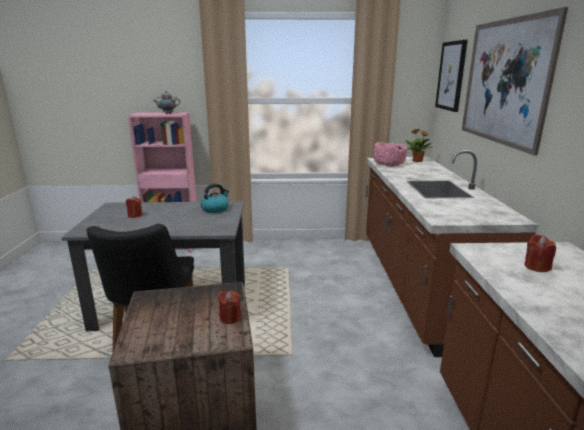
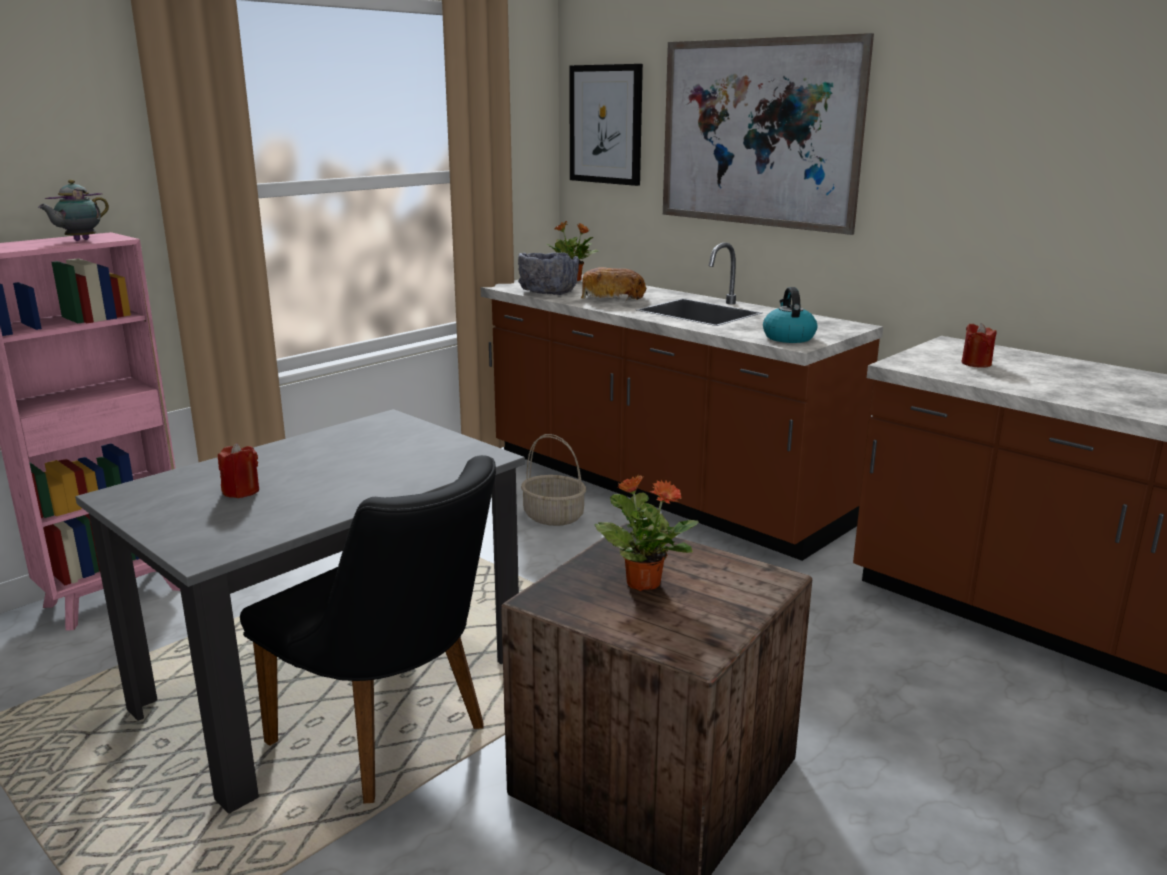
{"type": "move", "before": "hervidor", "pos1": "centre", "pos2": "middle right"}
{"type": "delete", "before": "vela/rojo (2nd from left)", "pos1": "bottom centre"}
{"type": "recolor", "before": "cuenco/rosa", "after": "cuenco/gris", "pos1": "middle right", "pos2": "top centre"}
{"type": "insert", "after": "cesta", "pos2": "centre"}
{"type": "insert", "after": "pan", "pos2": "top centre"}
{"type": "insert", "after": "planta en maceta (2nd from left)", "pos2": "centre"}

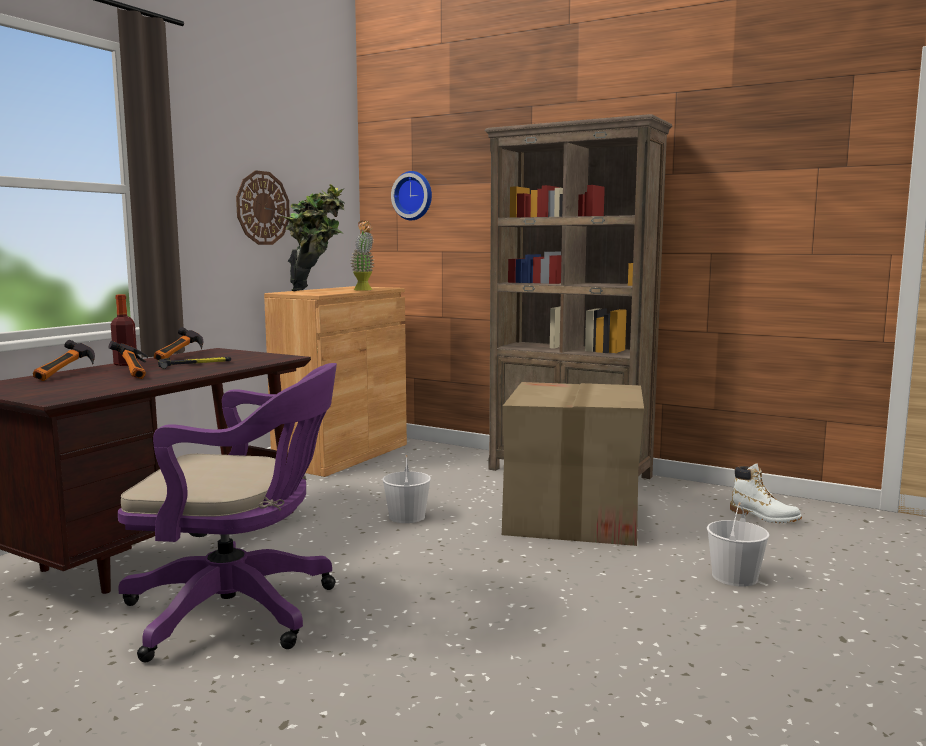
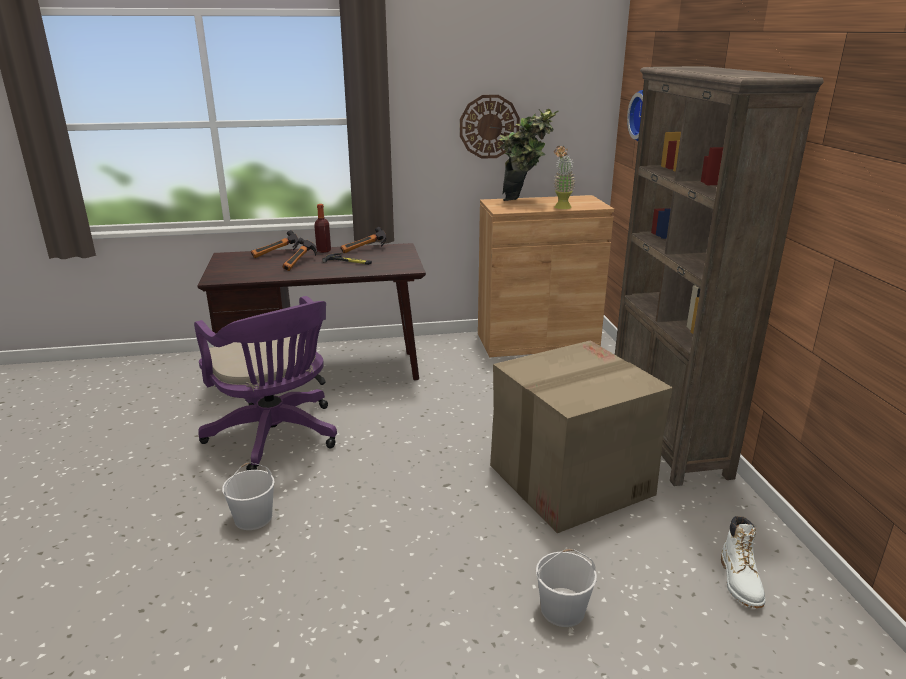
{"type": "move", "before": "cubo/blanco (1st from left)", "pos1": "centre", "pos2": "bottom left"}

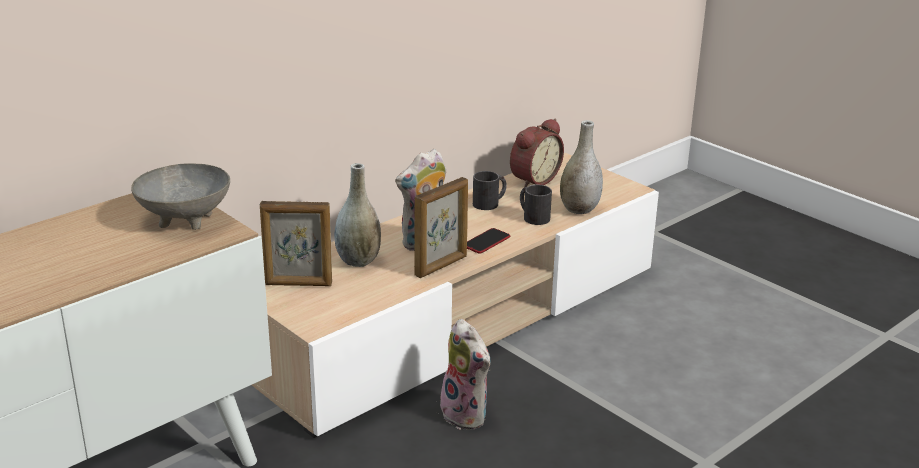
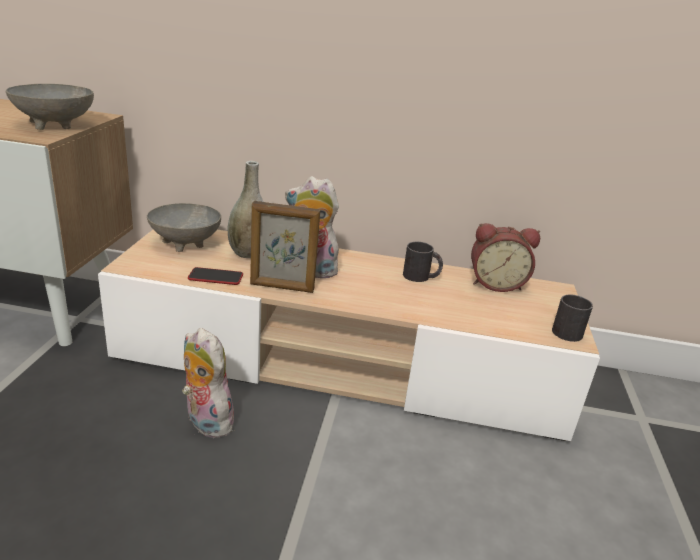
{"type": "replace", "before": "portarretratos (1st from left)", "after": "cuenco/gris (2nd from left)", "pos1": "middle left", "pos2": "middle left"}
{"type": "rotate", "before": "peluche (2nd from left in the first image)", "pos1": "bottom centre", "pos2": "bottom left", "turn": 120}
{"type": "move", "before": "móvil", "pos1": "centre", "pos2": "middle left"}
{"type": "move", "before": "taza grande/negro (2nd from left)", "pos1": "centre", "pos2": "middle right"}
{"type": "delete", "before": "florero/gris (2nd from left)", "pos1": "centre"}

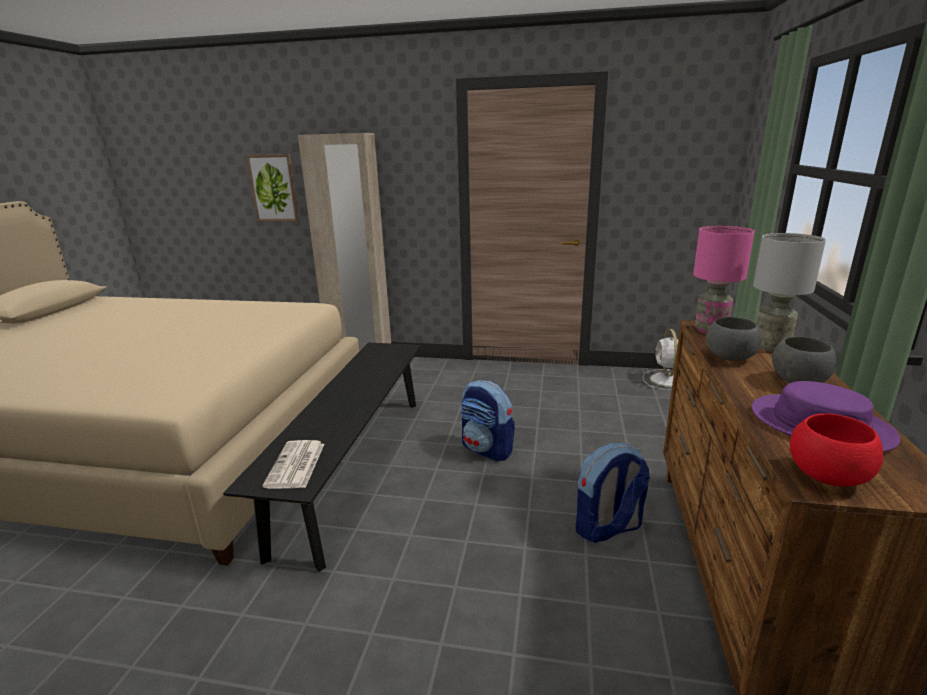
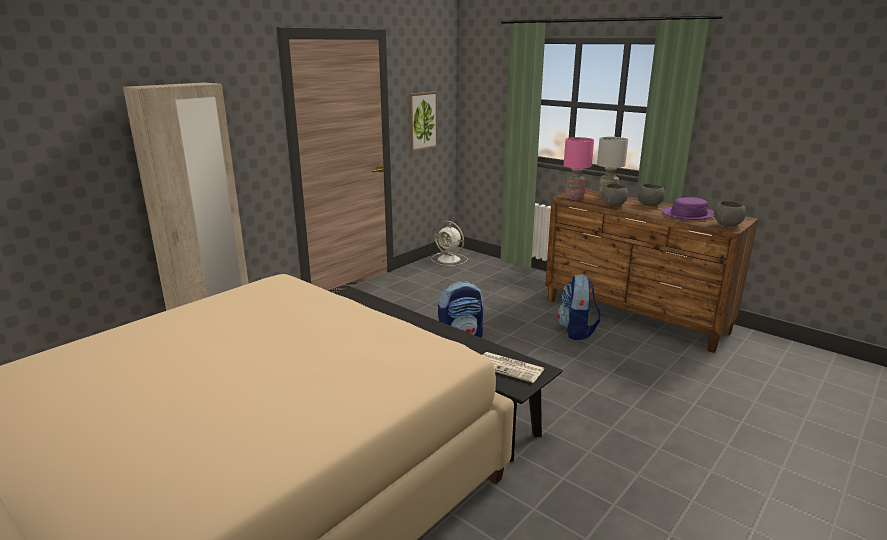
{"type": "move", "before": "cuadro", "pos1": "top left", "pos2": "top centre"}
{"type": "recolor", "before": "cuenco/rojo", "after": "cuenco/gris (3rd from left)", "pos1": "middle right", "pos2": "middle right"}

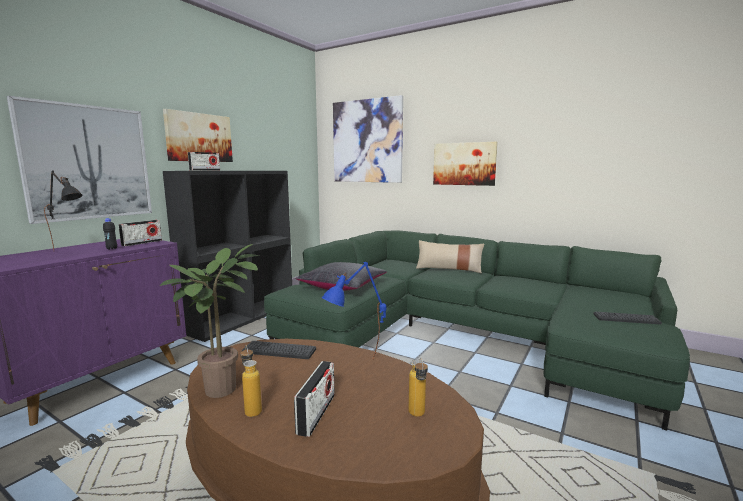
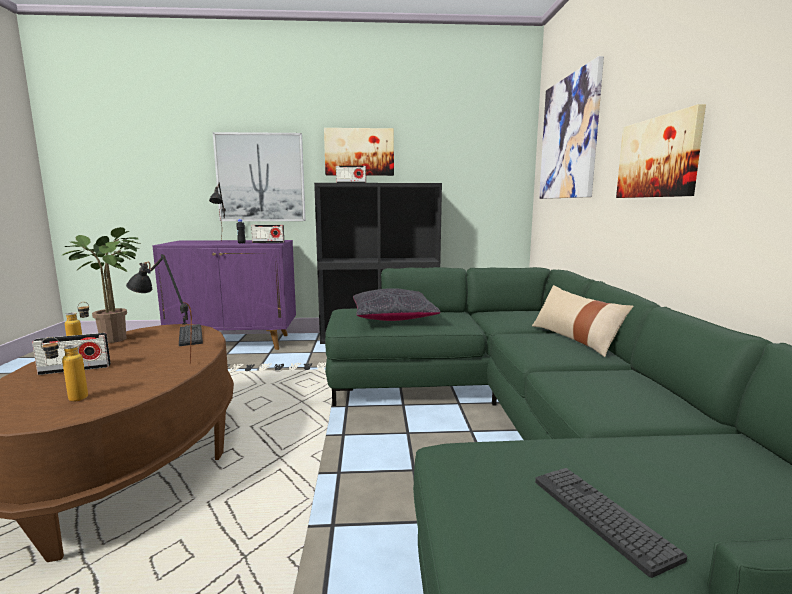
{"type": "recolor", "before": "lámpara de mesa/azul", "after": "lámpara de mesa/negro (1st from left)", "pos1": "centre", "pos2": "middle left"}

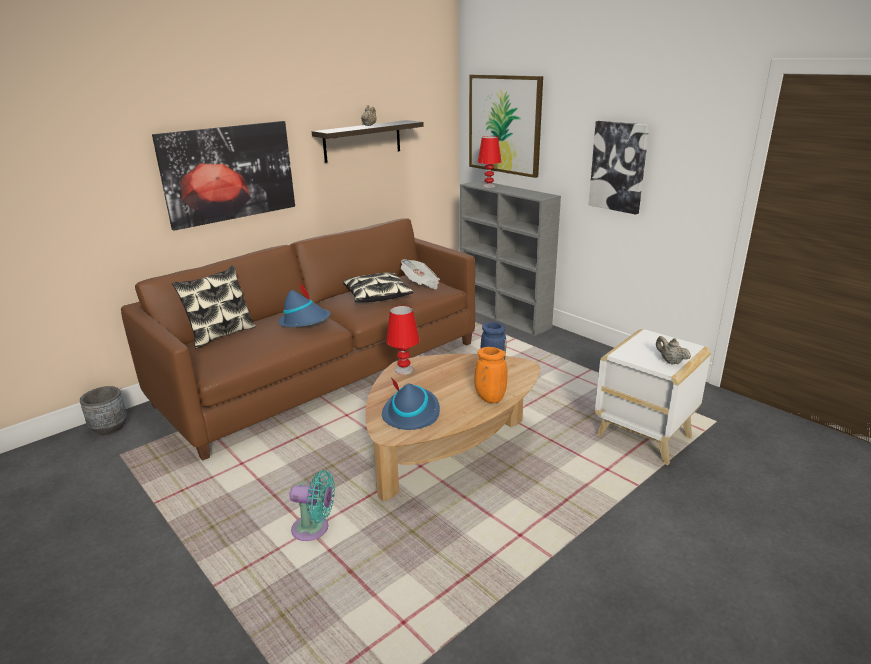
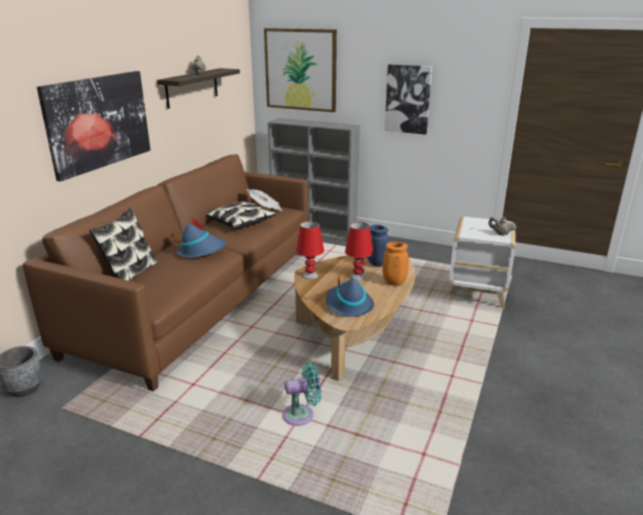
{"type": "move", "before": "lámpara de mesa/rojo (2nd from left)", "pos1": "top centre", "pos2": "centre"}

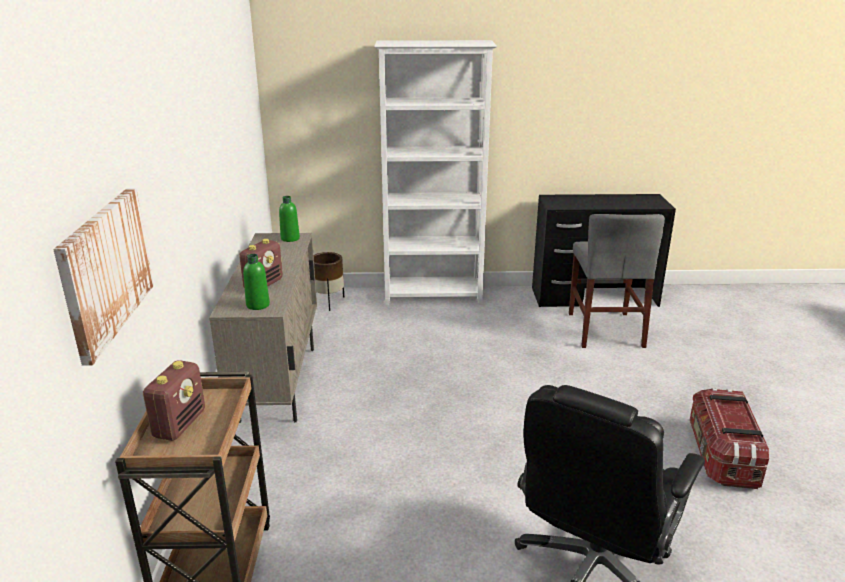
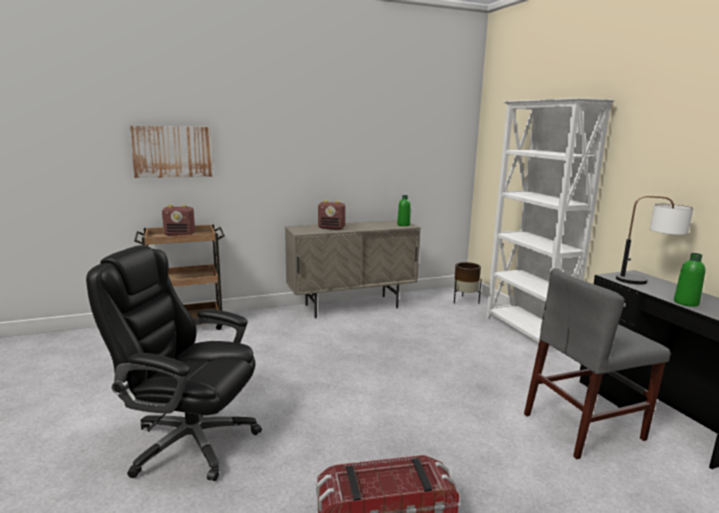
{"type": "move", "before": "botella/verde (1st from left in the first image)", "after": "botella/verde (2nd from left)", "pos1": "middle left", "pos2": "middle right"}
{"type": "insert", "after": "lámpara de mesa", "pos2": "middle right"}

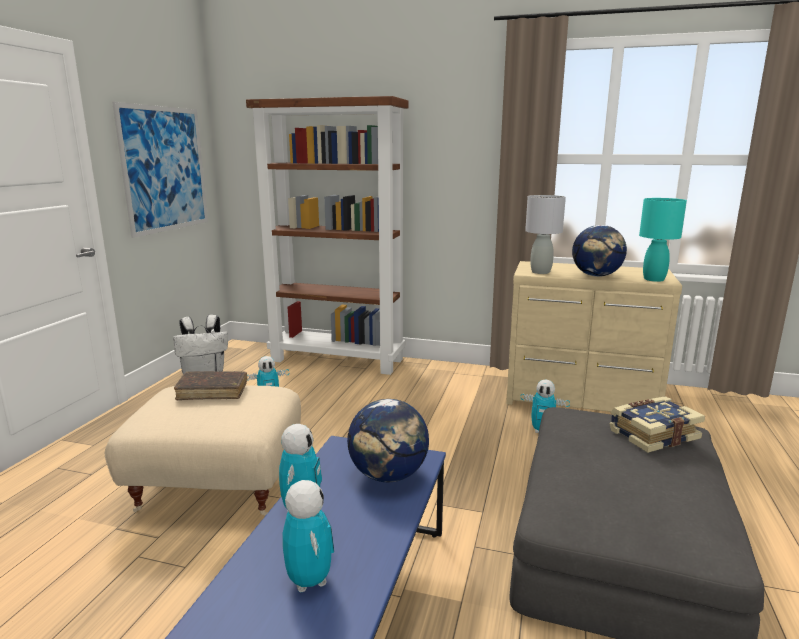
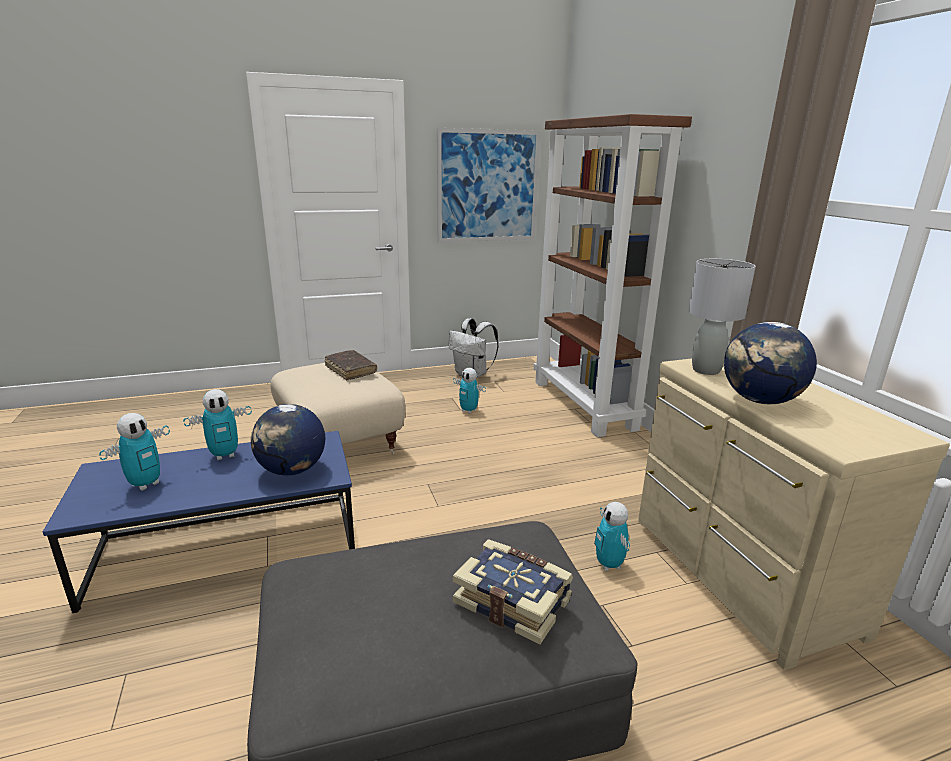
{"type": "delete", "before": "lámpara de mesa/turquesa", "pos1": "middle right"}

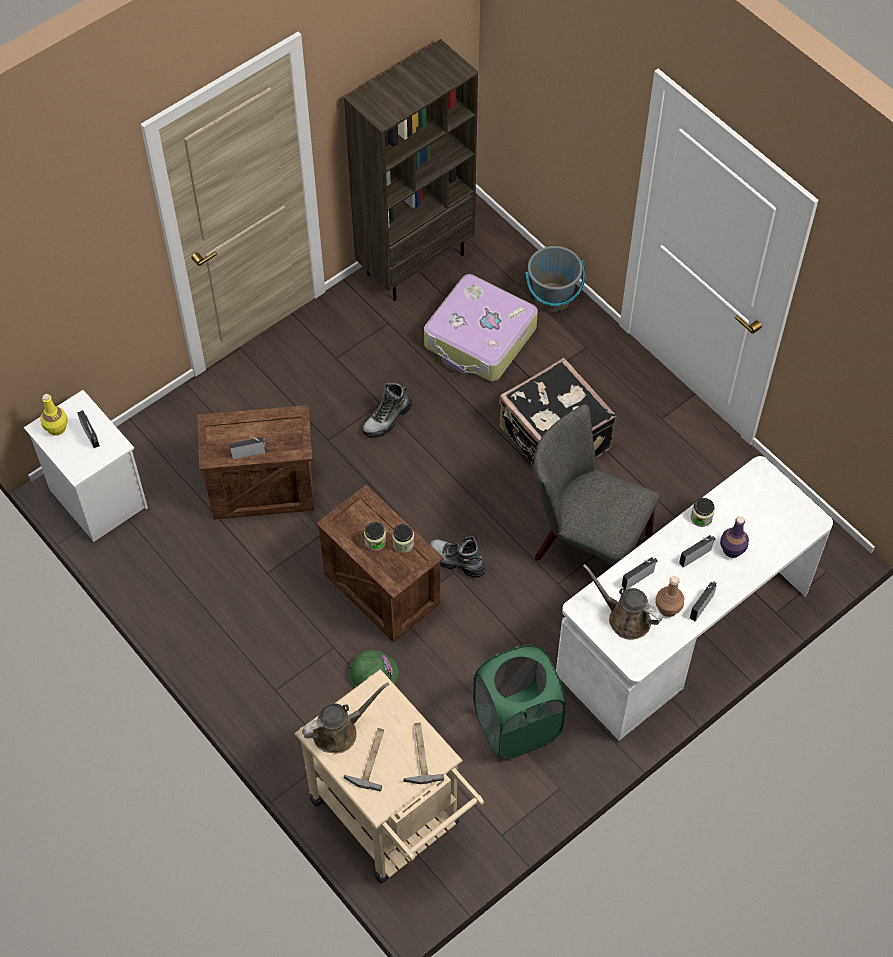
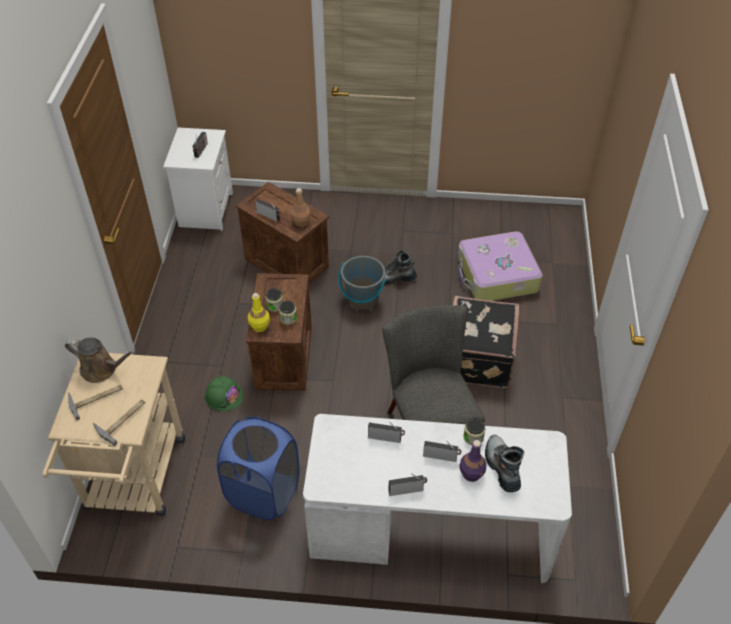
{"type": "move", "before": "botella/amarillo", "pos1": "middle left", "pos2": "centre"}
{"type": "delete", "before": "estantería/marrón", "pos1": "top centre"}
{"type": "move", "before": "bota (2nd from left)", "pos1": "centre", "pos2": "bottom right"}
{"type": "recolor", "before": "cesto de la ropa/verde", "after": "cesto de la ropa/azul", "pos1": "bottom centre", "pos2": "bottom centre"}
{"type": "move", "before": "cubo/gris", "pos1": "top centre", "pos2": "centre"}
{"type": "delete", "before": "regadera/marrón (2nd from left)", "pos1": "middle right"}
{"type": "move", "before": "botella/marrón", "pos1": "middle right", "pos2": "top centre"}

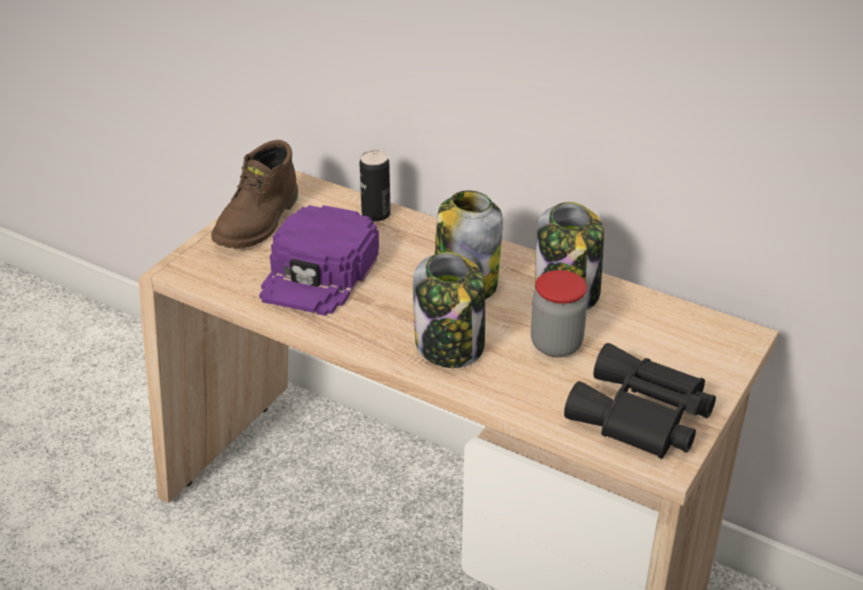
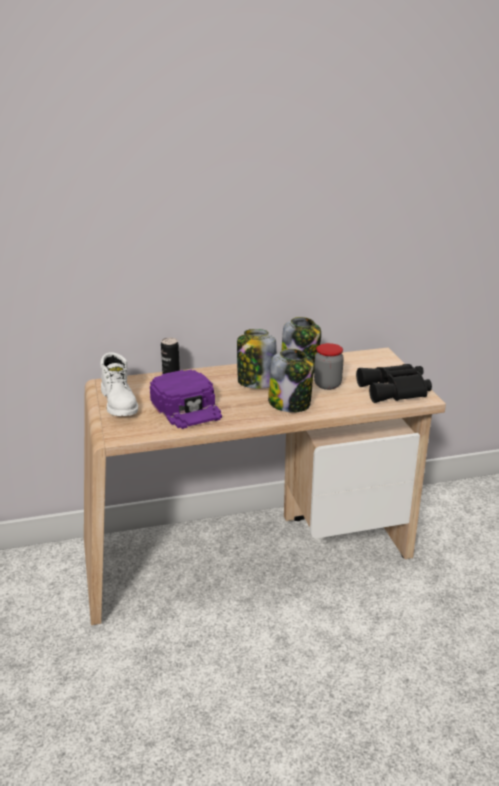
{"type": "recolor", "before": "bota/marrón", "after": "bota/blanco", "pos1": "top left", "pos2": "middle left"}

